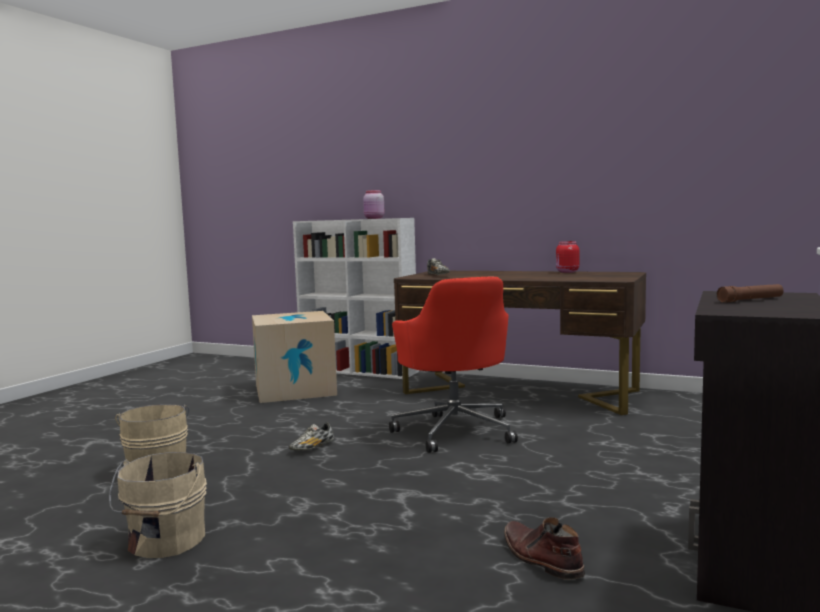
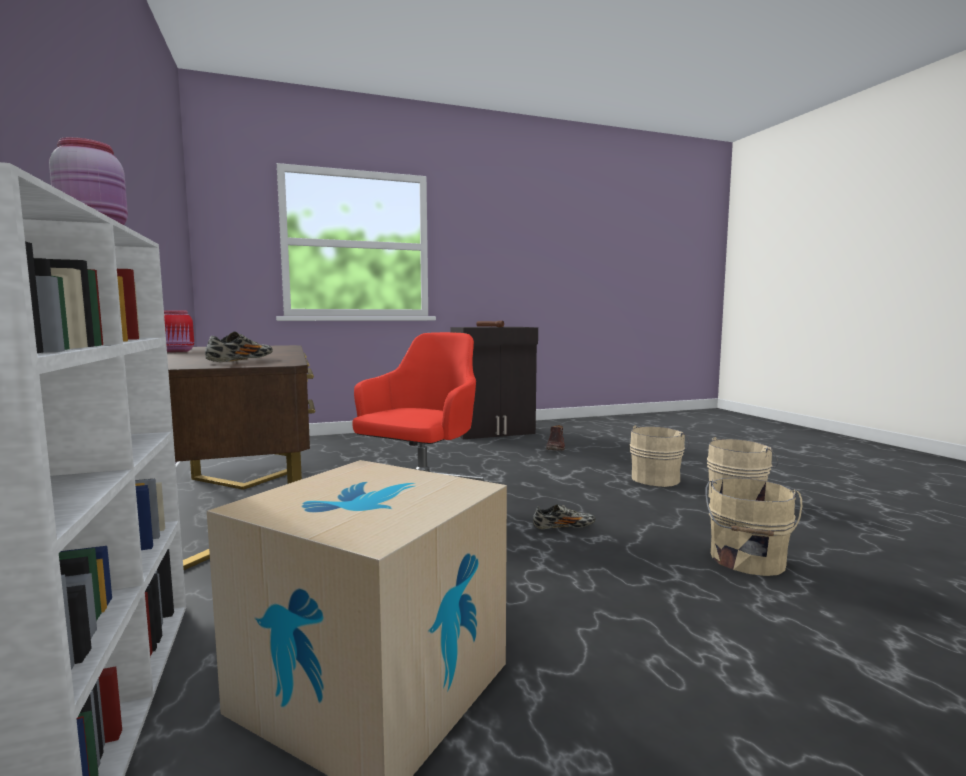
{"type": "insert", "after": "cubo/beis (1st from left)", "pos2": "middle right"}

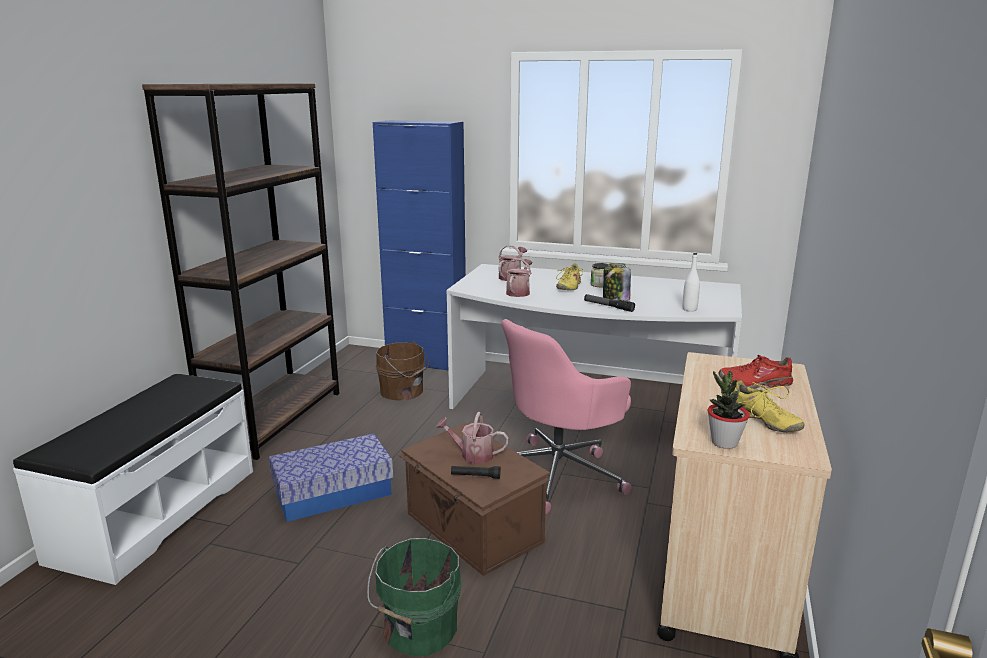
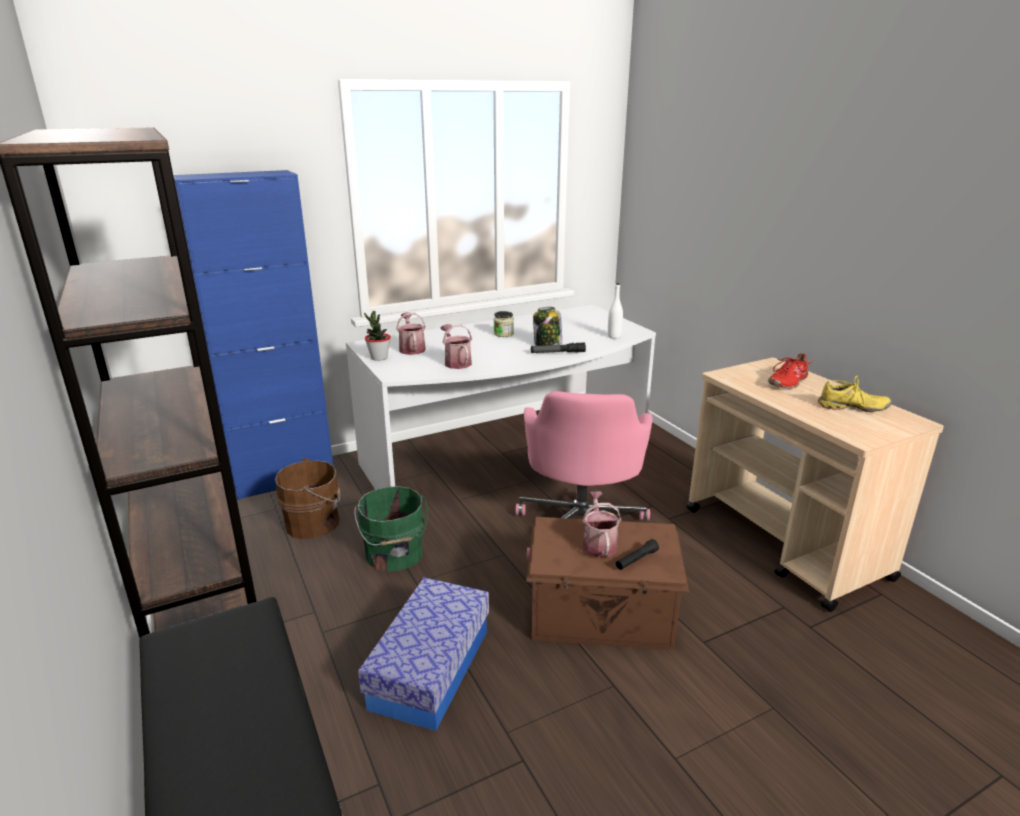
{"type": "move", "before": "cubo/verde", "pos1": "bottom centre", "pos2": "centre"}
{"type": "rotate", "before": "regadera (1st from left in the first image)", "pos1": "centre", "pos2": "centre", "turn": 120}
{"type": "delete", "before": "zapato/amarillo (1st from left)", "pos1": "centre"}
{"type": "move", "before": "planta en maceta", "pos1": "middle right", "pos2": "centre"}

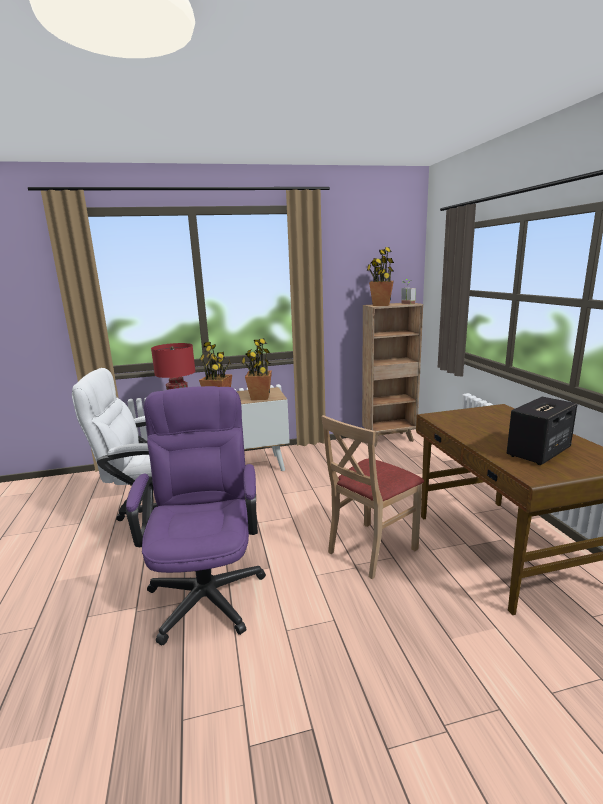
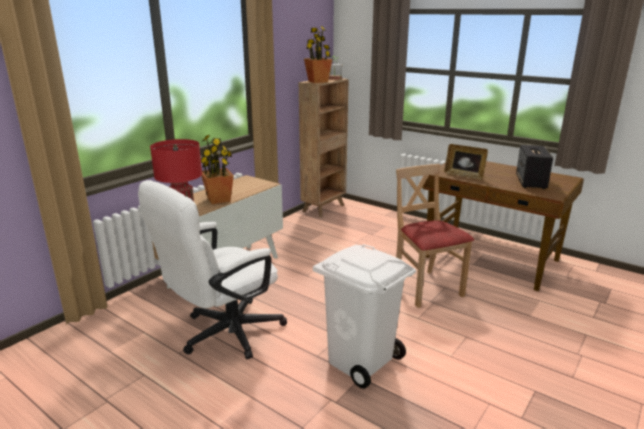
{"type": "replace", "before": "silla de oficina/morado", "after": "papelera/blanco", "pos1": "middle left", "pos2": "bottom centre"}
{"type": "delete", "before": "planta en maceta (2nd from left)", "pos1": "centre"}
{"type": "rotate", "before": "silla/beis", "pos1": "centre", "pos2": "middle right", "turn": 150}
{"type": "insert", "after": "portarretratos", "pos2": "middle right"}

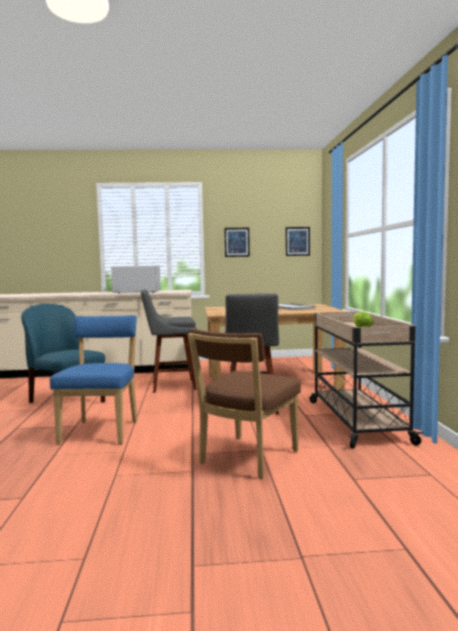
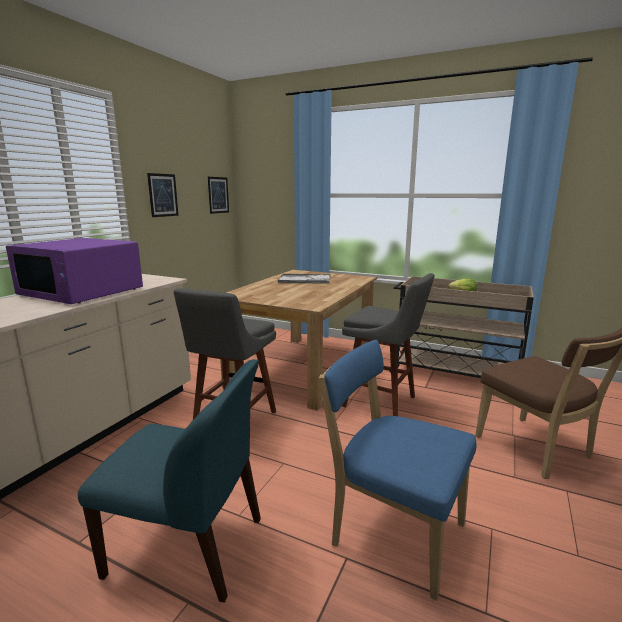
{"type": "rotate", "before": "silla/azul (1st from left)", "pos1": "middle left", "pos2": "bottom left", "turn": -150}
{"type": "recolor", "before": "microondas/blanco", "after": "microondas/morado", "pos1": "middle left", "pos2": "middle left"}

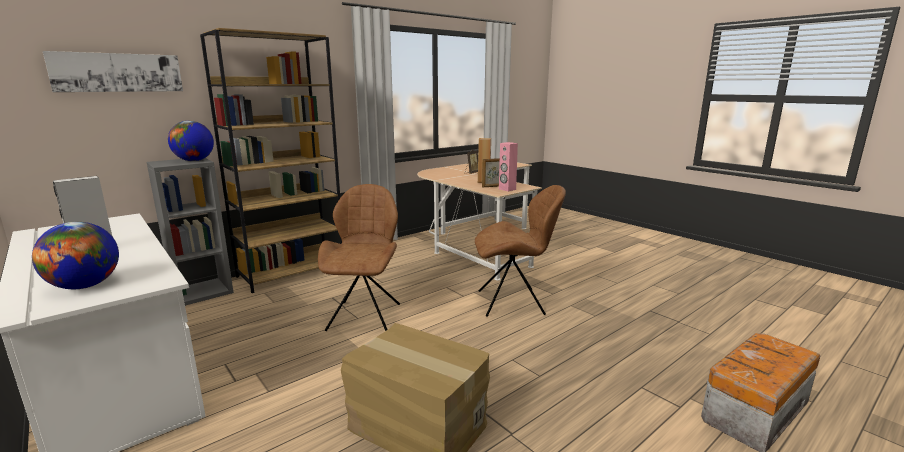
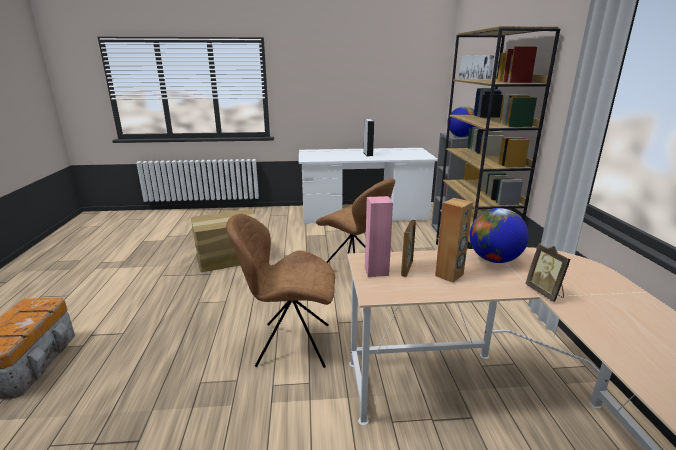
{"type": "move", "before": "globo terráqueo (1st from left in the first image)", "after": "globo terráqueo (2nd from left)", "pos1": "middle left", "pos2": "middle right"}
{"type": "rotate", "before": "silla/marrón (2nd from left in the first image)", "pos1": "centre", "pos2": "centre", "turn": 60}

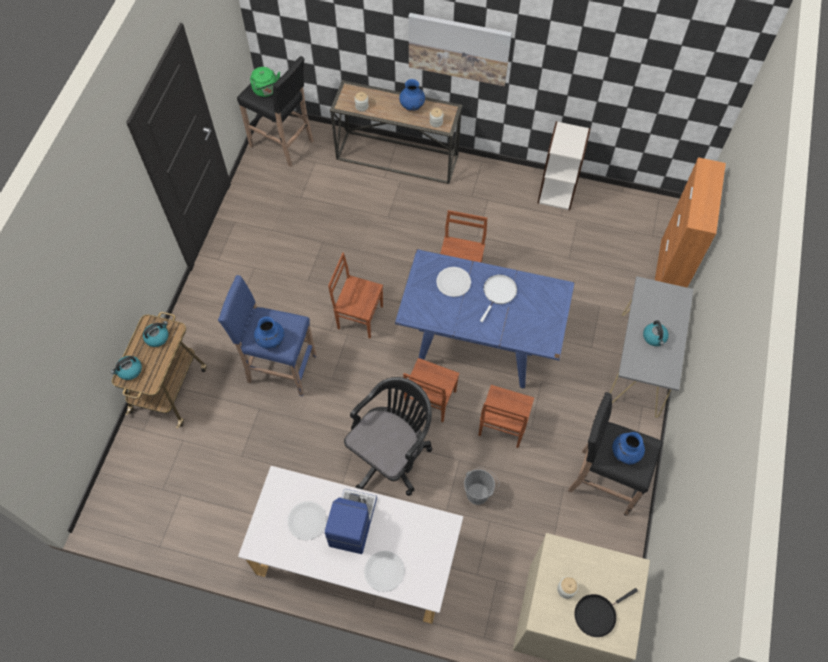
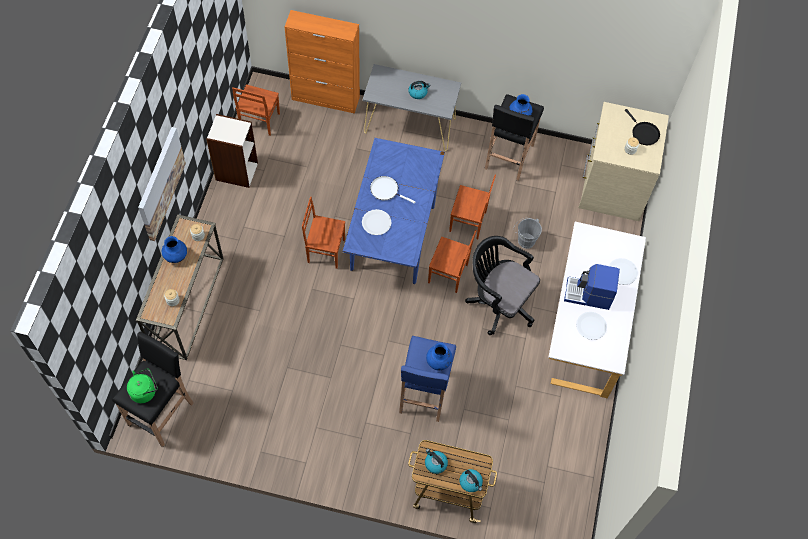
{"type": "move", "before": "silla/marrón (1st from left)", "pos1": "centre", "pos2": "top left"}

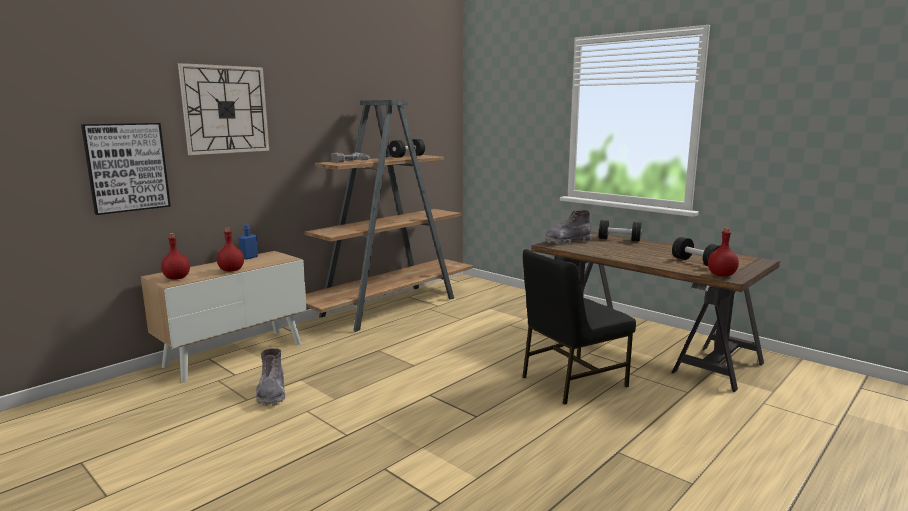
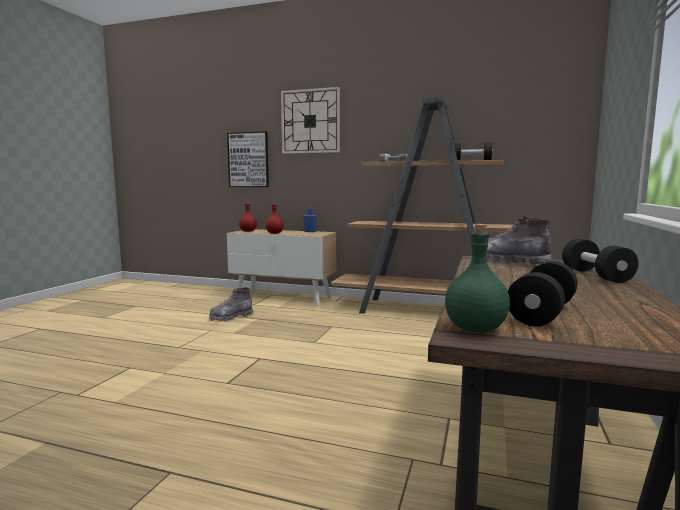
{"type": "delete", "before": "silla/negro", "pos1": "centre"}
{"type": "recolor", "before": "botella/rojo (3rd from left)", "after": "botella/verde", "pos1": "middle right", "pos2": "middle right"}

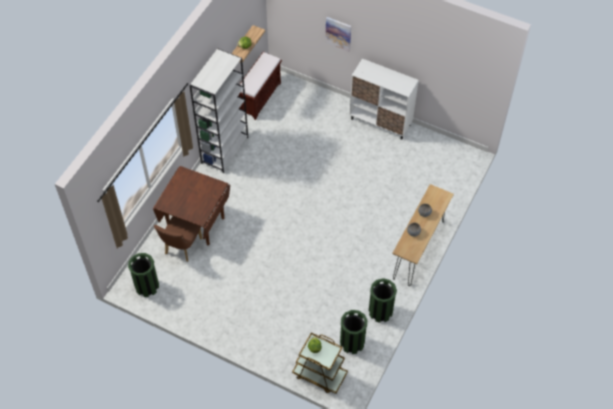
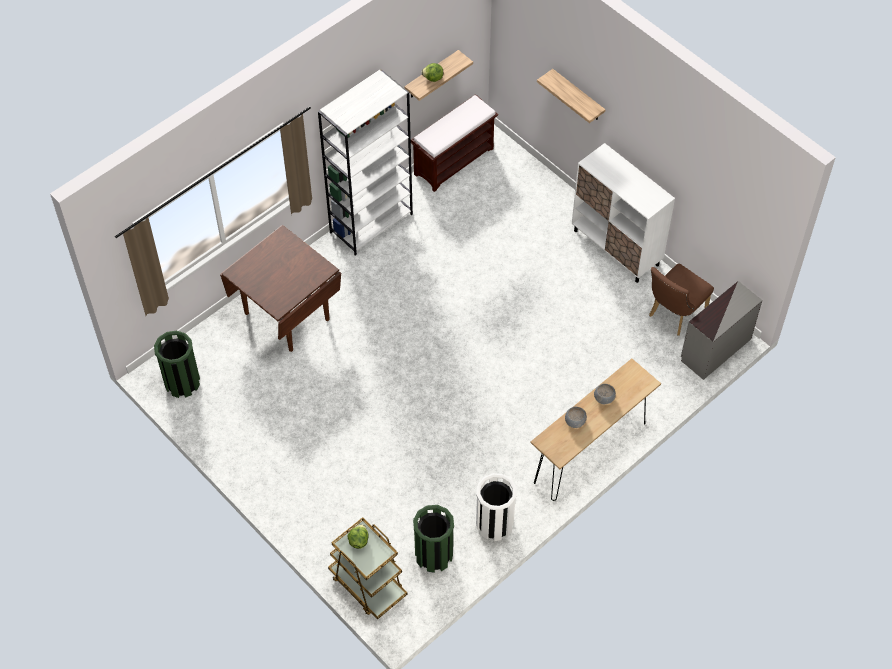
{"type": "move", "before": "silla/marrón", "pos1": "middle left", "pos2": "middle right"}
{"type": "replace", "before": "cuadro", "after": "estante (2nd from left)", "pos1": "top centre", "pos2": "top centre"}
{"type": "recolor", "before": "papelera/verde (3rd from left)", "after": "papelera/blanco", "pos1": "bottom centre", "pos2": "bottom centre"}
{"type": "insert", "after": "cómoda/gris", "pos2": "middle right"}

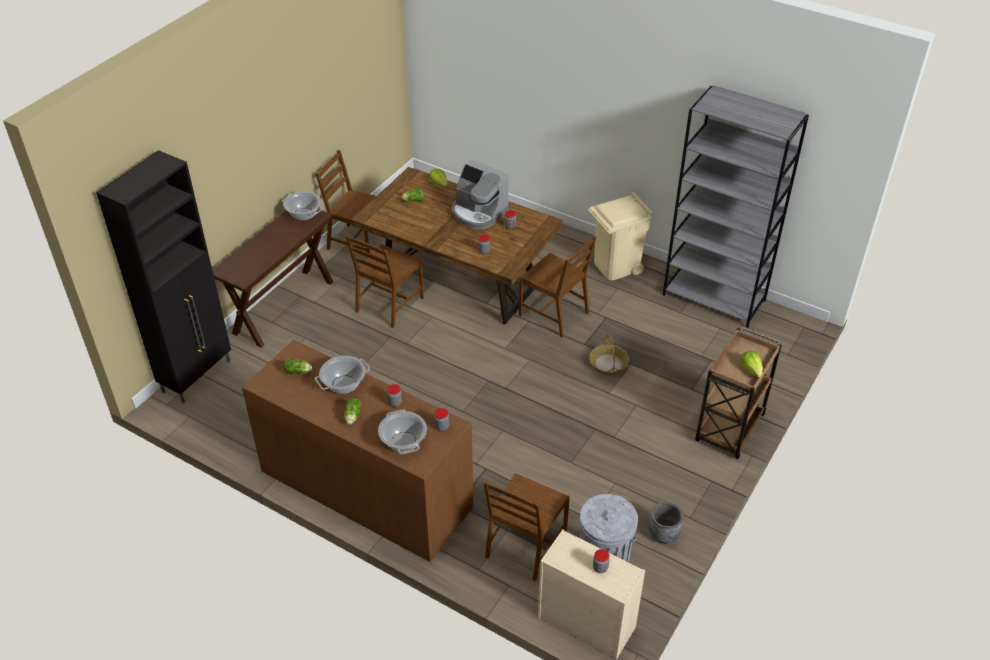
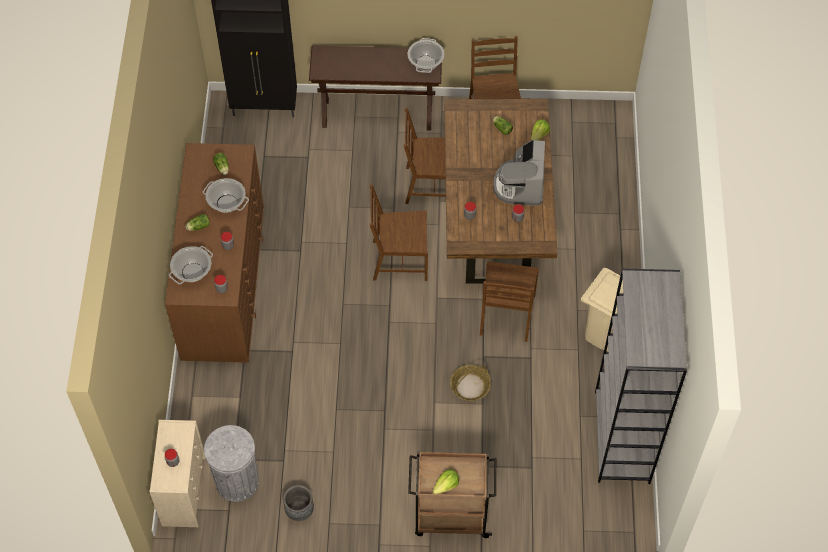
{"type": "move", "before": "silla/marrón (3rd from left in the first image)", "after": "silla/marrón (1st from left)", "pos1": "bottom centre", "pos2": "centre"}

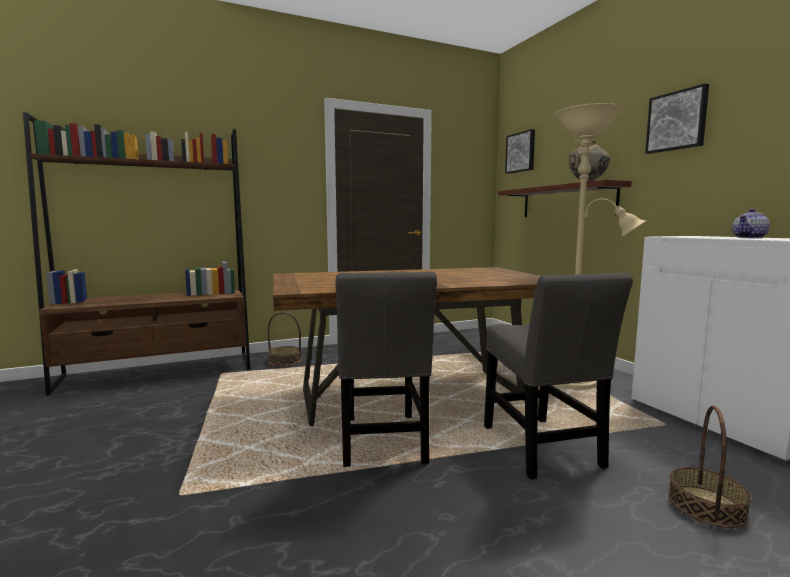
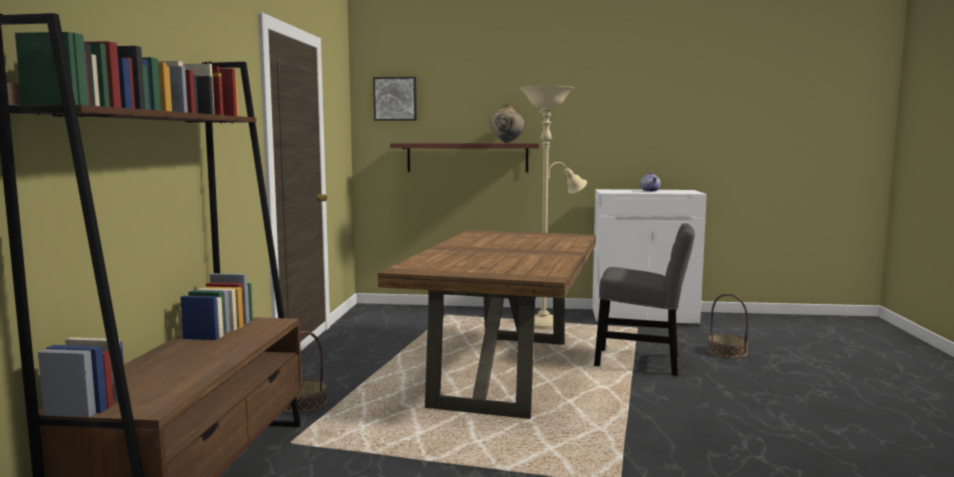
{"type": "delete", "before": "silla/gris (1st from left)", "pos1": "centre"}
{"type": "delete", "before": "cuadro (2nd from left)", "pos1": "top right"}

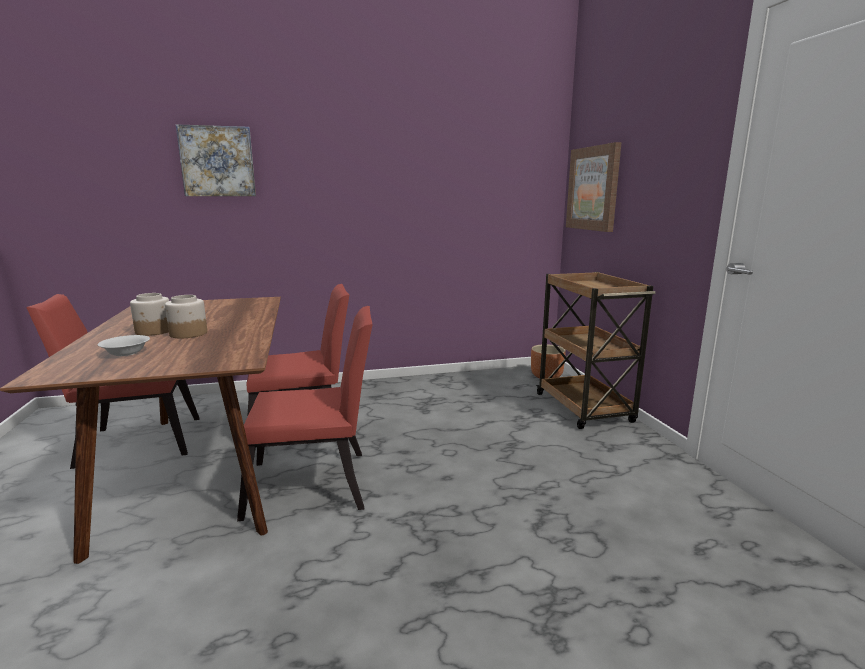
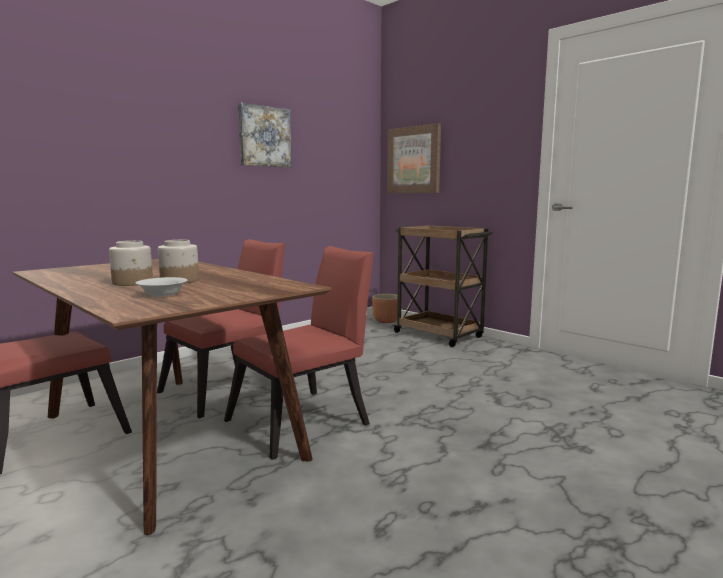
{"type": "move", "before": "cuadro (1st from left)", "pos1": "top left", "pos2": "top centre"}

